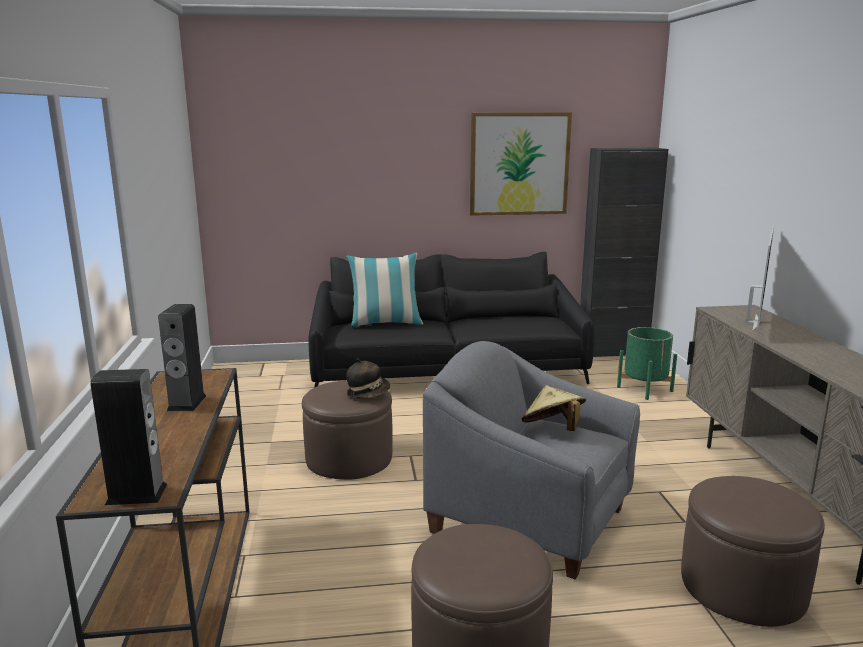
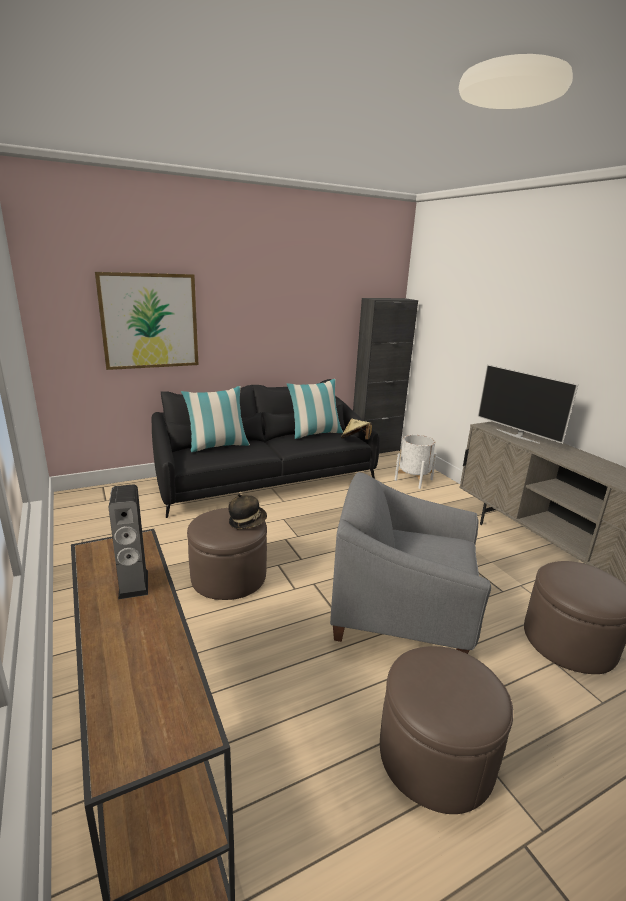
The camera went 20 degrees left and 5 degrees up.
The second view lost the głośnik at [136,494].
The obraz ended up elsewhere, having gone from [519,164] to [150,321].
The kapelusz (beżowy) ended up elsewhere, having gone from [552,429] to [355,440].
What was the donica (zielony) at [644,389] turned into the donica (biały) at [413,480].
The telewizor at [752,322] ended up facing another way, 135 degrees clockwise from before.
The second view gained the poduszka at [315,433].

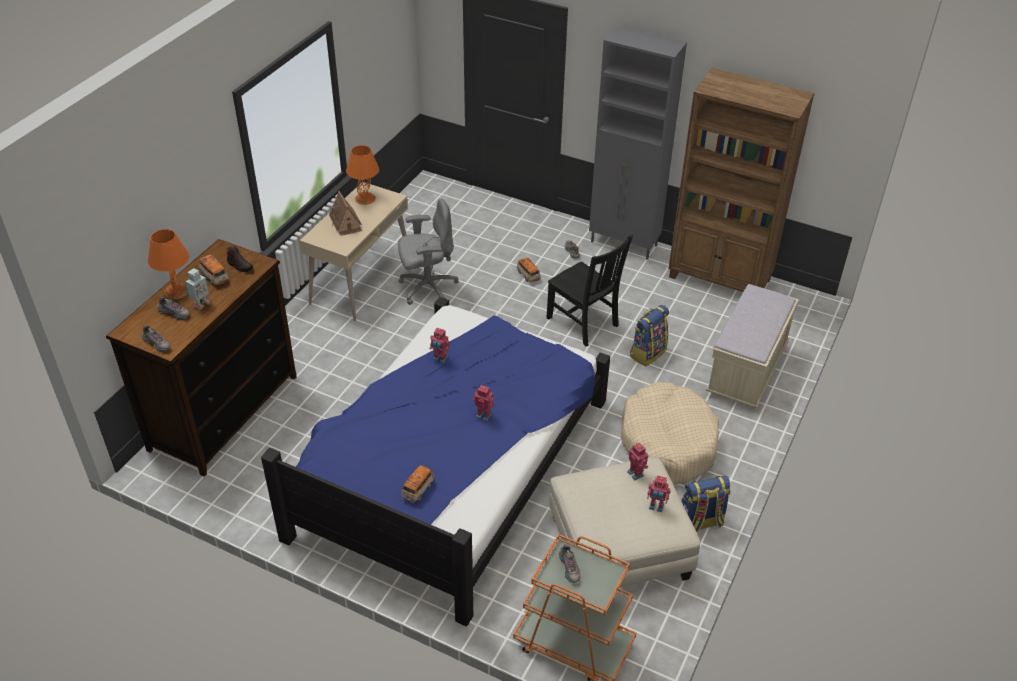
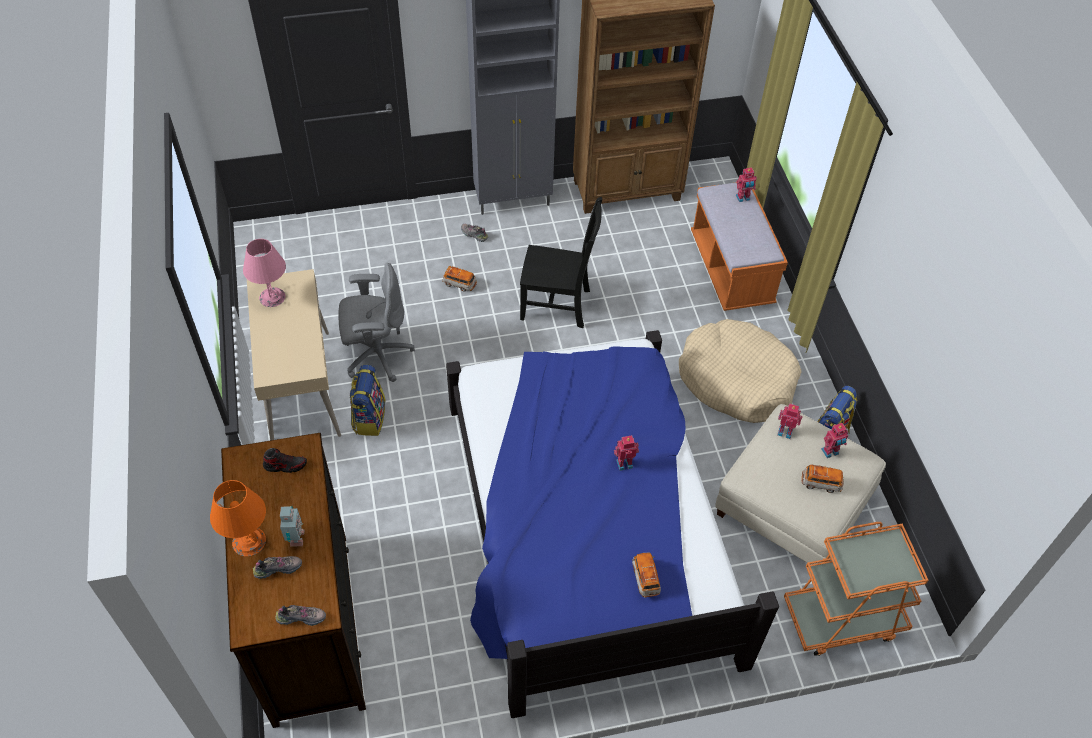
The camera went 40 degrees left and 10 degrees up.
The samochodzik ended up elsewhere, having gone from [214,277] to [821,483].
The second view lost the domek at [346,223].
What was the lampa stołowa (pomarańczowy) at [365,198] turned into the lampa stołowa (różowy) at [272,297].
The krzesło biurowe (szary) at [427,288] ended up facing another way, 45 degrees clockwise from before.
The robot zabawkowy ended up elsewhere, having gone from [440,359] to [743,198].
The second view lost the but at [570,568].
The plecak ended up elsewhere, having gone from [647,353] to [369,418].
What was the ławka (beżowy) at [747,370] turned into the ławka (pomarańczowy) at [731,270].

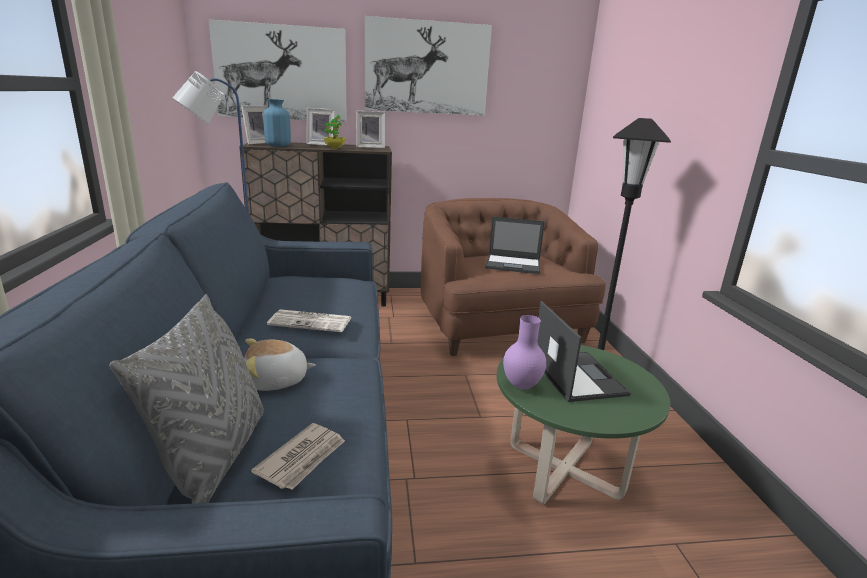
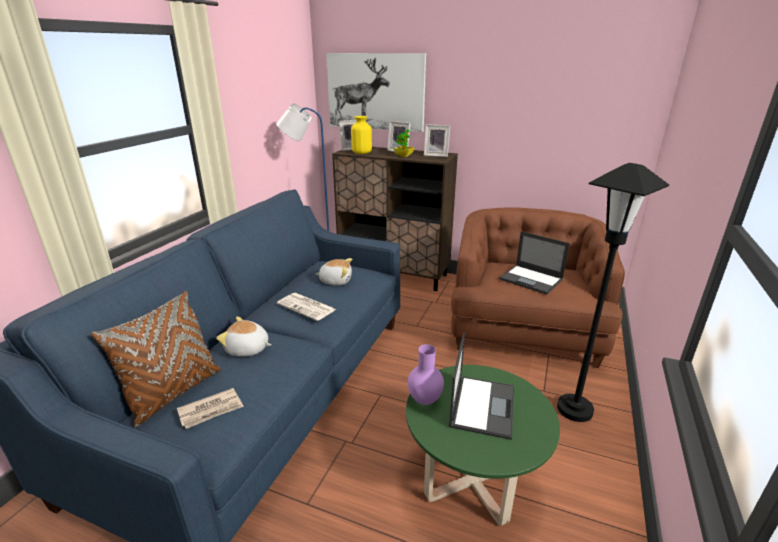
The camera went 30 degrees right and 5 degrees up.
What was the poduszka (szary) at [214,457] turned into the poduszka (brązowy) at [174,392].
What was the wazon (niebieski) at [278,145] turned into the wazon (żółty) at [361,153].
The second view lost the obraz at [427,68].
The second view gained the pluszak at [336,280].

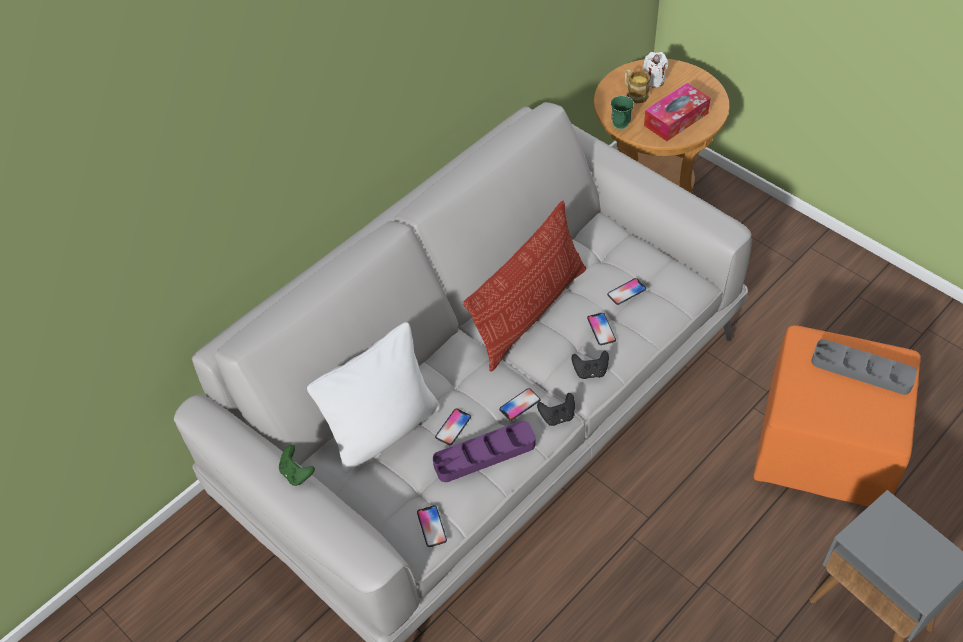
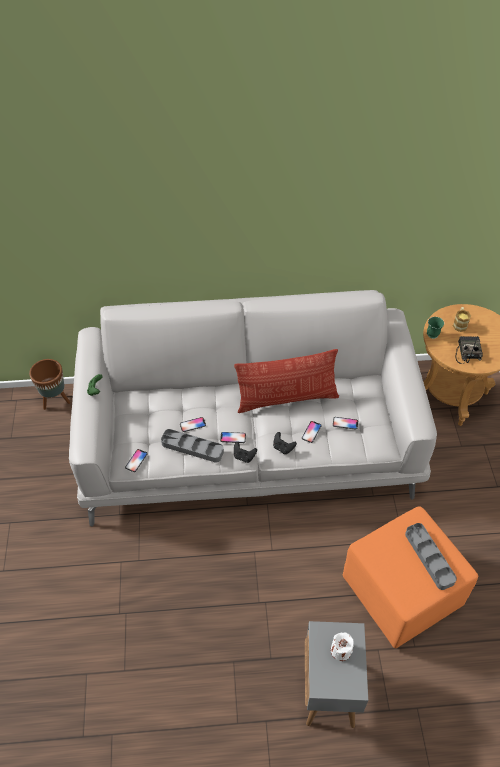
The camera went 40 degrees right and 0 degrees up.
The second view lost the poduszka (biały) at [383,430].
What was the taca (fioletowy) at [484,454] turned into the taca (szary) at [192,447].
The świeca (biały) ended up elsewhere, having gone from [653,80] to [341,650].
Where the pudełko chusteczek stood at [676,119], the radio came to stand at [467,352].
The second view gained the donica (brązowy) at [56,400].

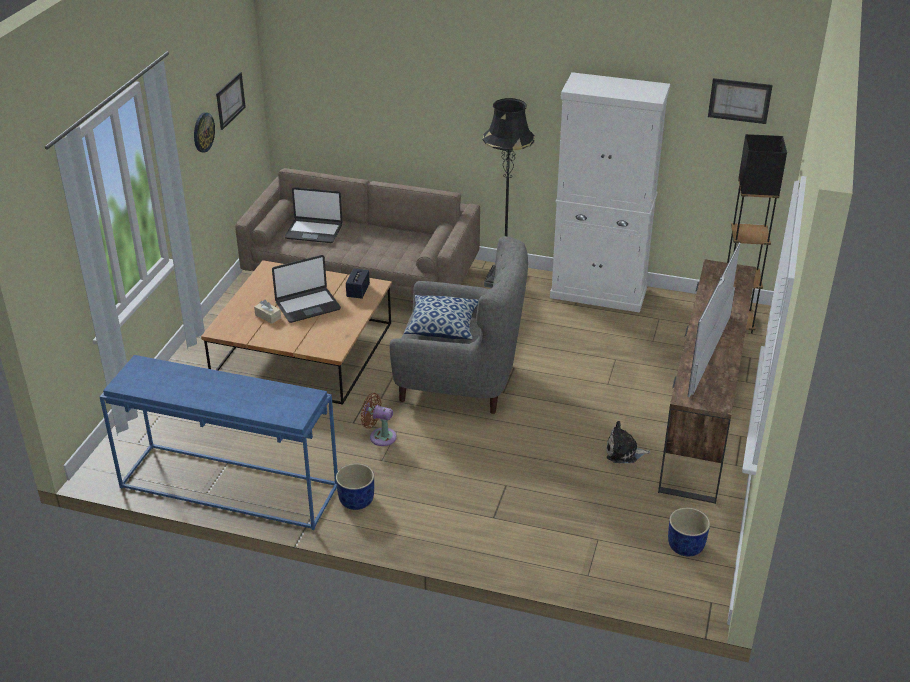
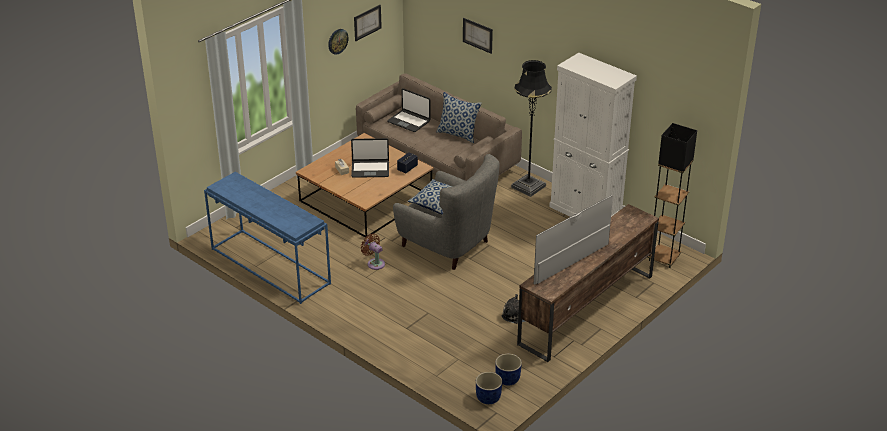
The camera went 25 degrees right and 0 degrees up.
The donica (niebieski) ended up elsewhere, having gone from [356,500] to [488,397].
The obraz ended up elsewhere, having gone from [739,100] to [477,35].
The second view gained the poduszka at [458,134].

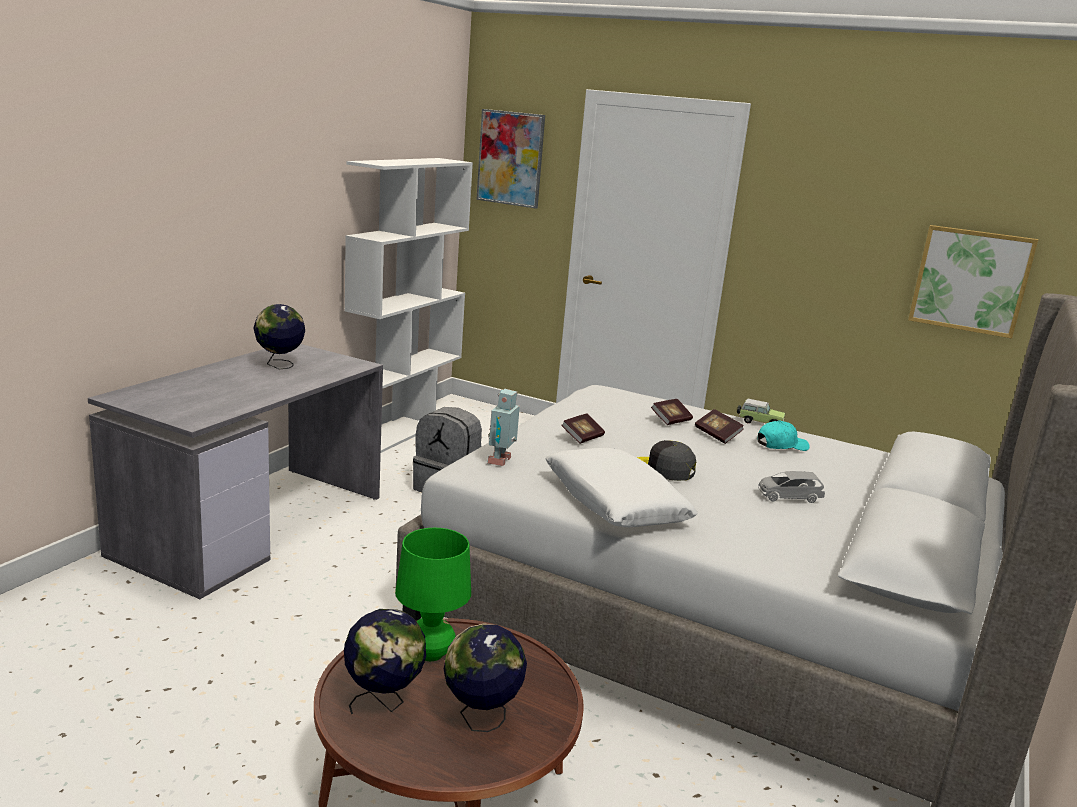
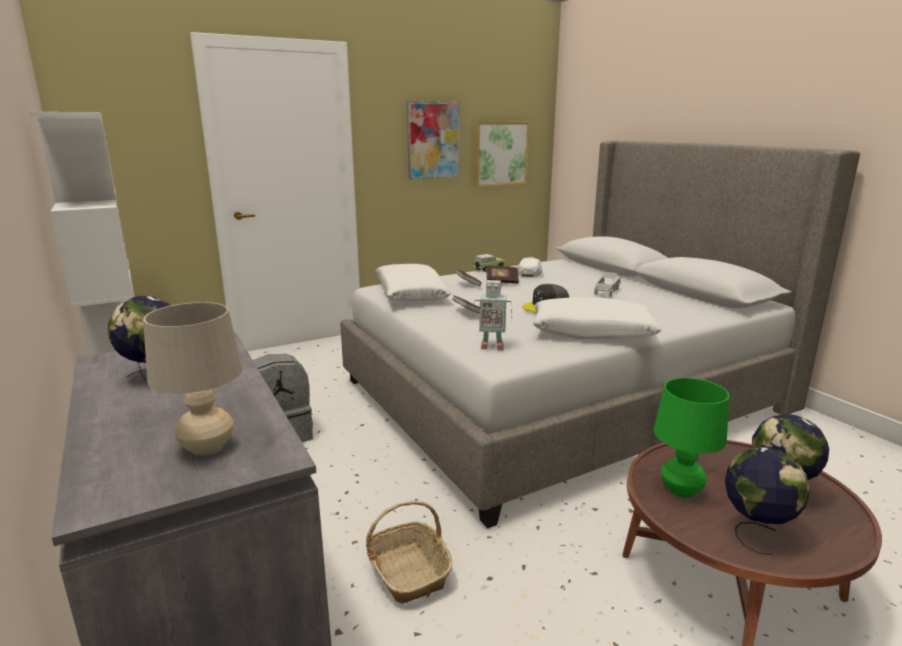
The camera went 55 degrees left and 0 degrees up.
The obraz ended up elsewhere, having gone from [510,158] to [433,140].
The robot zabawkowy at [502,461] ended up facing another way, 45 degrees counterclockwise from before.
What was the czapka z daszkiem (turkusowy) at [781,445] turned into the czapka z daszkiem (biały) at [530,274].
The second view gained the lampa stołowa (beżowy) at [207,448].
The second view gained the koszyk at [408,571].
The second view gained the poduszka (biały) at [410,293].

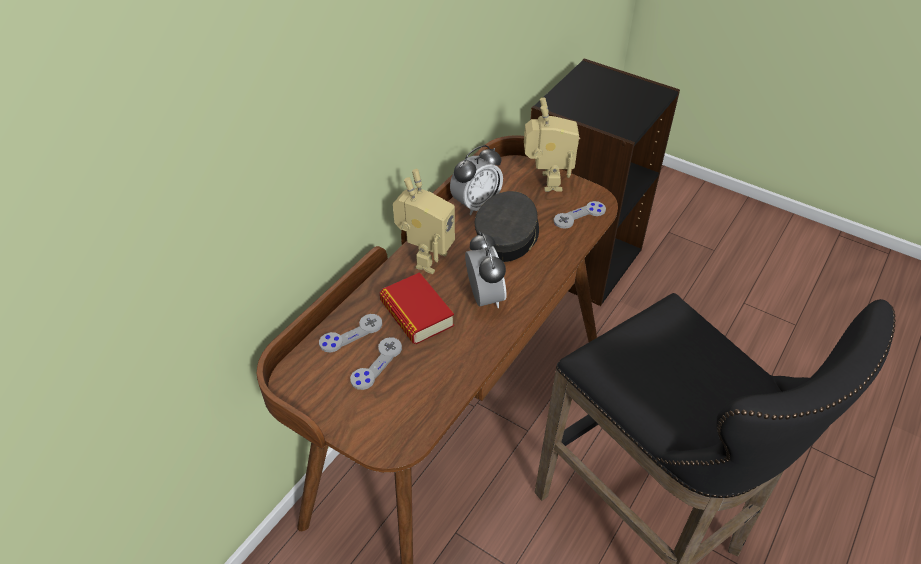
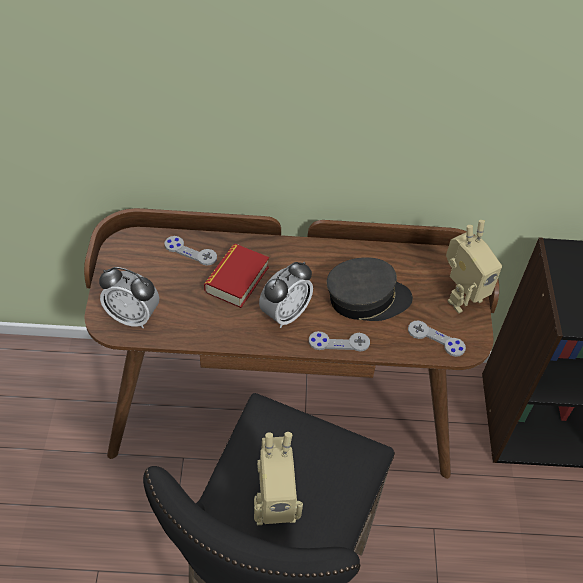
The camera went 55 degrees right and 5 degrees up.
The pad do gier (szary) ended up elsewhere, having gone from [376,364] to [339,342].
The robot zabawkowy ended up elsewhere, having gone from [425,258] to [274,505].
The budzik ended up elsewhere, having gone from [476,205] to [132,317].

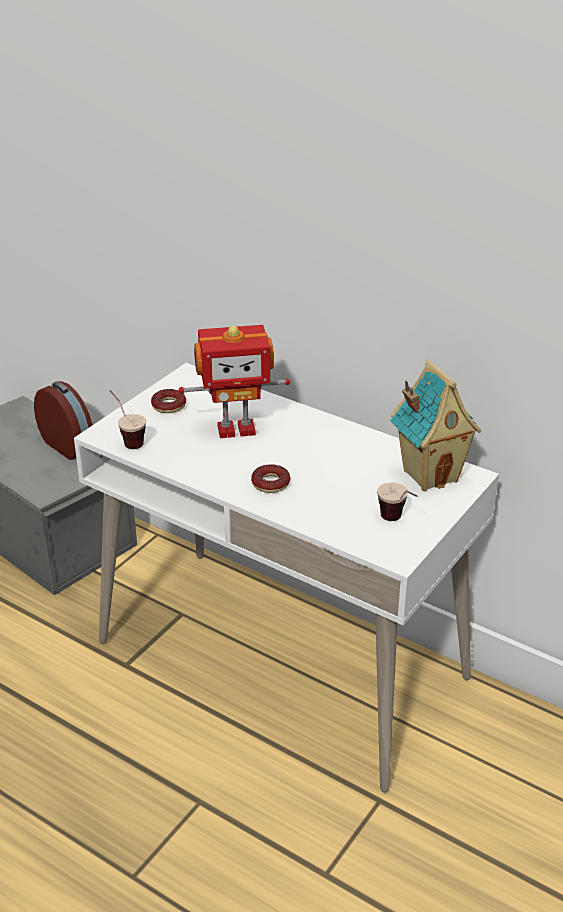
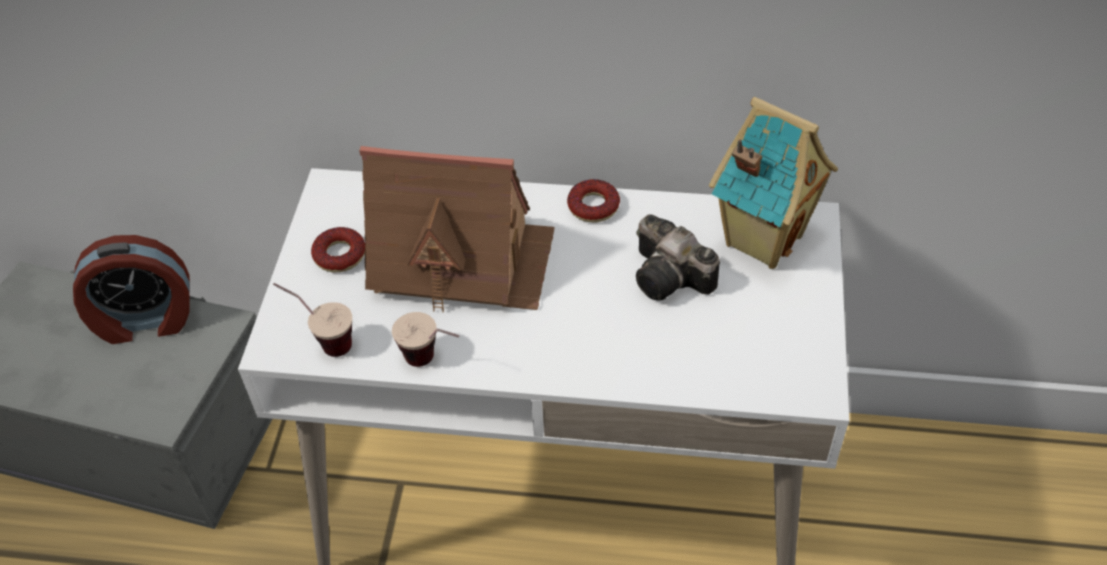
The camera went 25 degrees left and 15 degrees up.
The budzik at [70,445] ended up facing another way, 150 degrees clockwise from before.
Where the robot zabawkowy stood at [236,428], the domek came to stand at [462,260].
The donut ended up elsewhere, having gone from [270,483] to [593,206].
The filiżanka ended up elsewhere, having gone from [397,522] to [433,363].
The second view gained the aparat fotograficzny at [672,278].

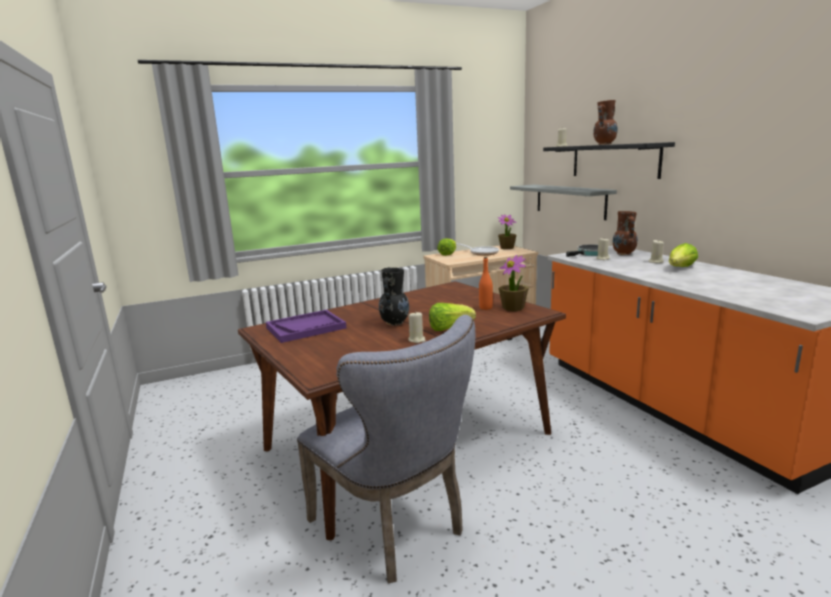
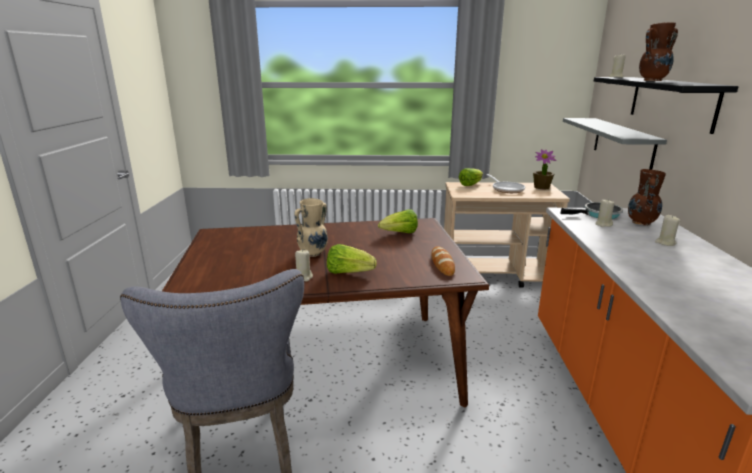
The camera went 25 degrees right and 5 degrees up.
The second view lost the taca (fioletowy) at [306,328].
What was the wazon (czarny) at [395,323] turned into the wazon (beżowy) at [313,253].
The second view lost the butelka (pomarańczowy) at [485,308].
Where the roślina doniczkowa stood at [513,308], the chleb came to stand at [442,263].
The sałata ended up elsewhere, having gone from [680,268] to [400,233].

